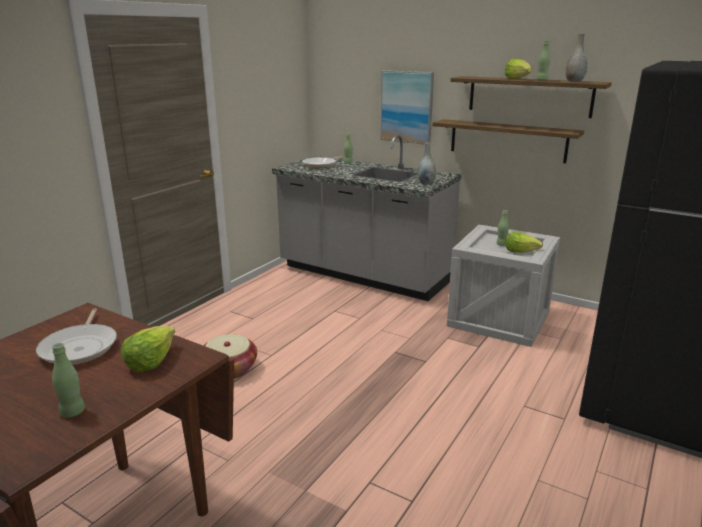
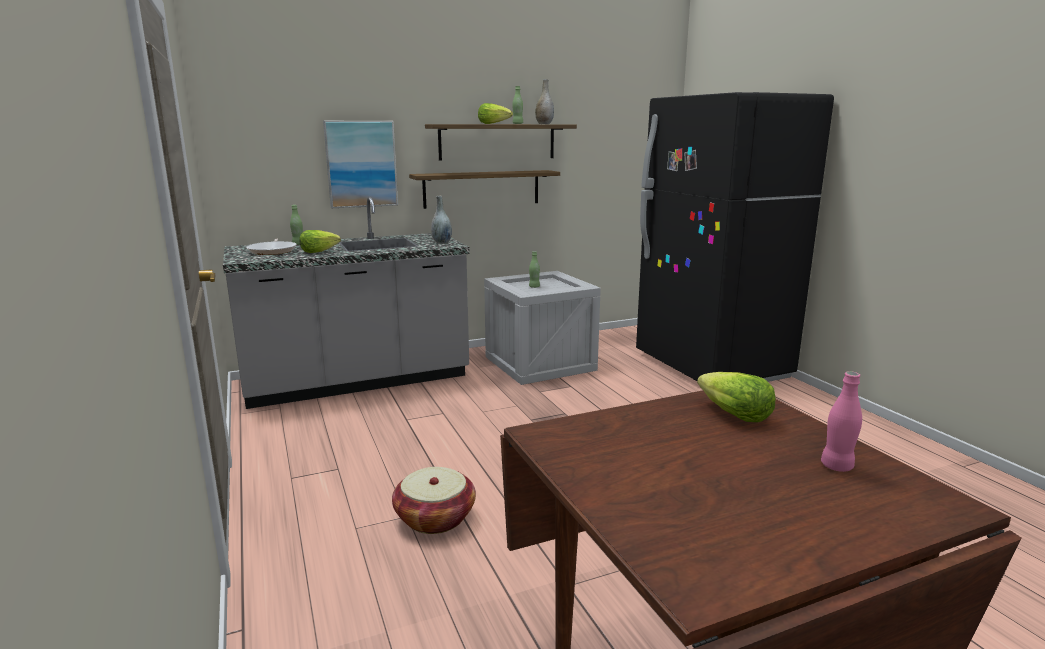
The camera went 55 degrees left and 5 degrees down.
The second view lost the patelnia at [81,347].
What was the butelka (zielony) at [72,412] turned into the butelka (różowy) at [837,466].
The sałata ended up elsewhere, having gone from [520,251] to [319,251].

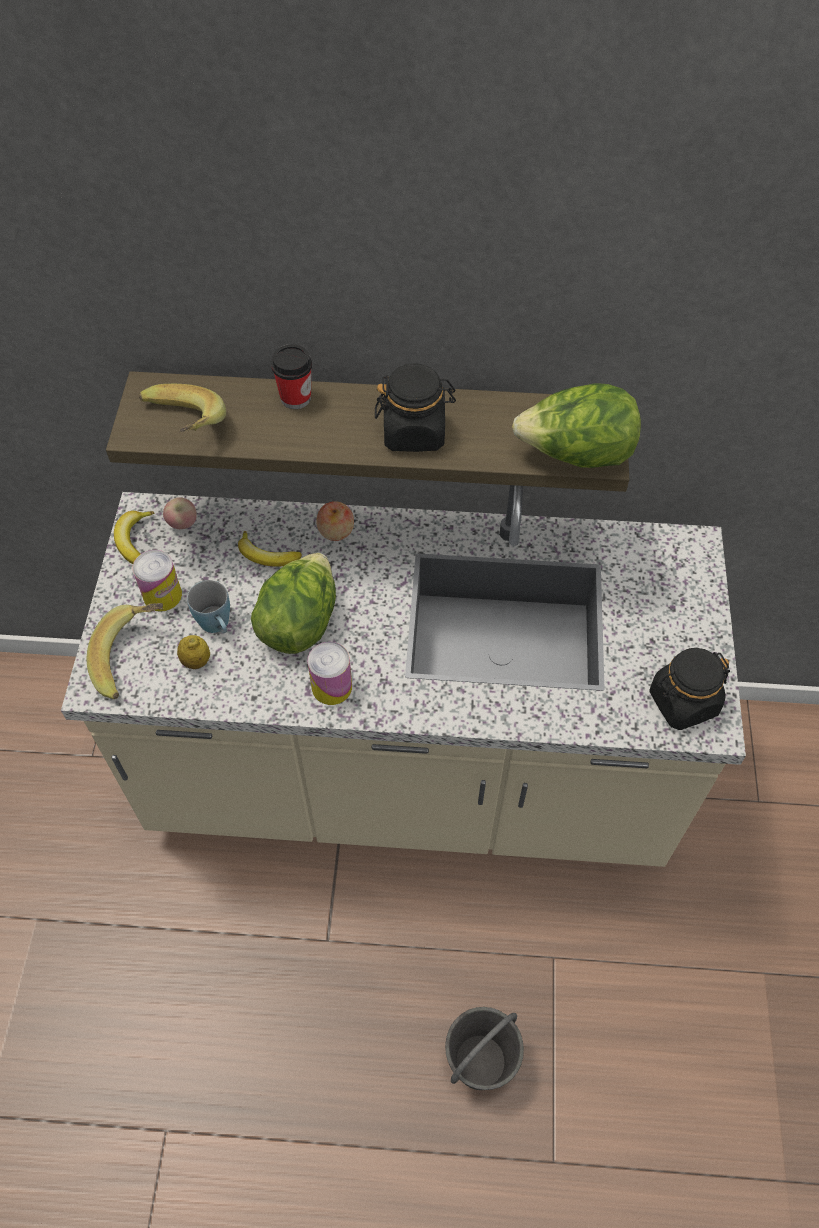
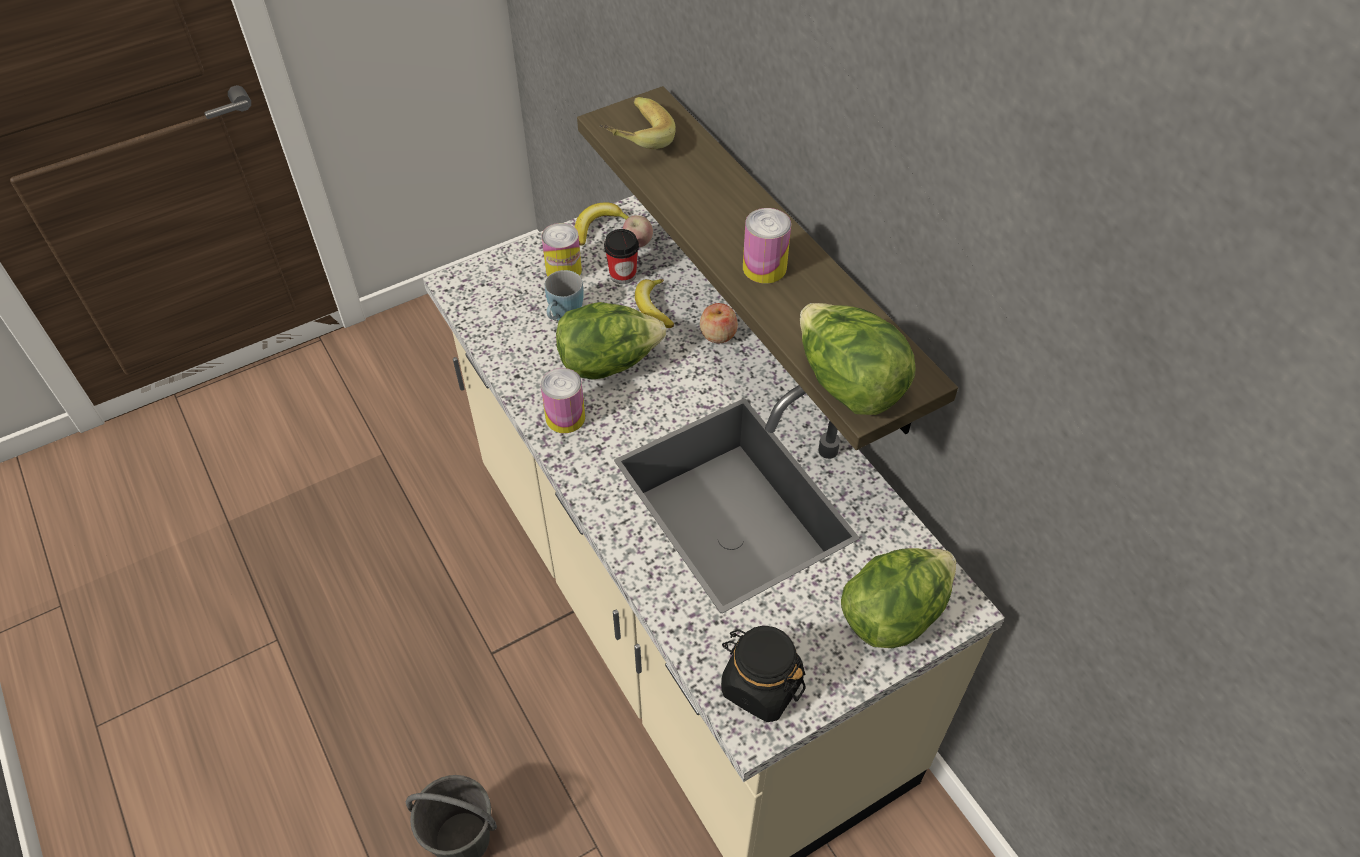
The camera went 55 degrees right and 5 degrees down.
The second view lost the banan at [133,658].
The second view lost the cytryna at [196,661].
The filiżanka ended up elsewhere, having gone from [295,398] to [623,275].
Where the słoik (czarny) stood at [414,432], the puszka came to stand at [764,267].
The second view gained the sałata at [893,614].

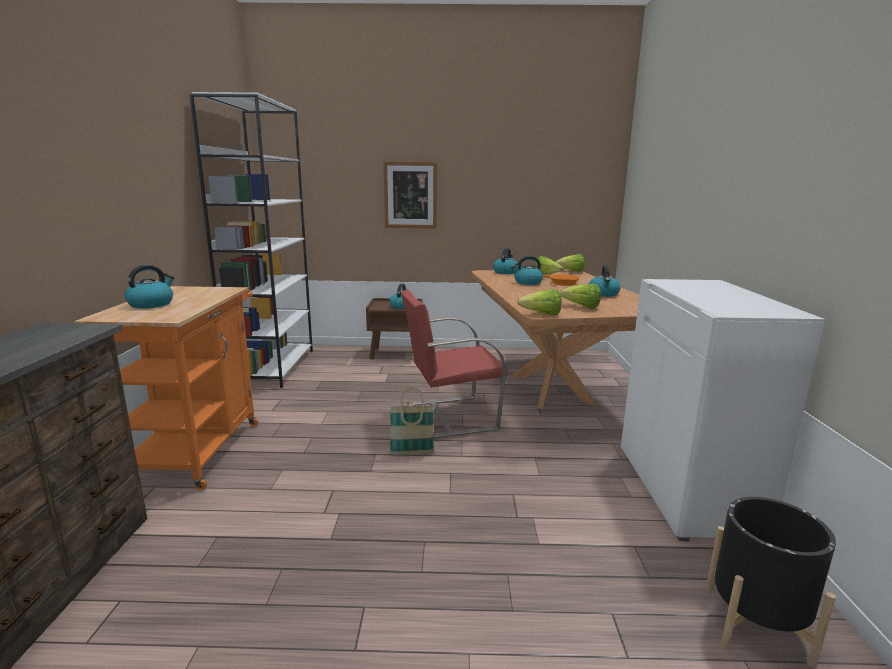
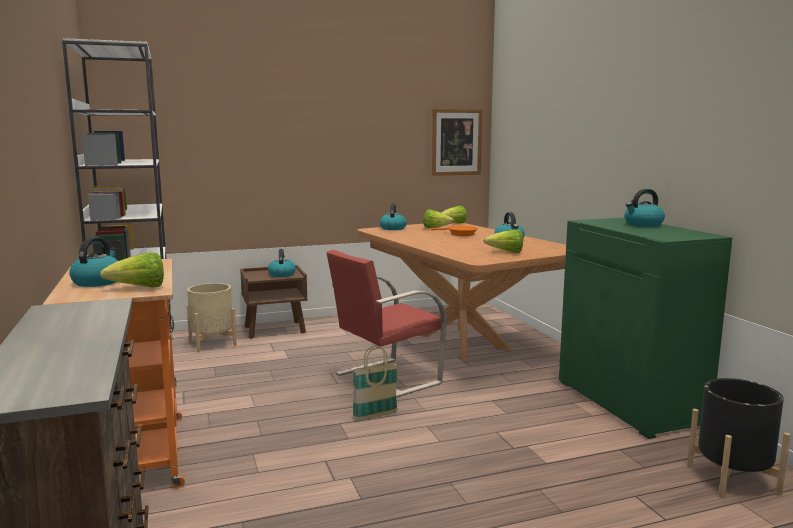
The camera went 20 degrees left and 5 degrees down.
The obraz ended up elsewhere, having gone from [410,195] to [456,142].
The czajnik ended up elsewhere, having gone from [527,282] to [643,224].
The sałata ended up elsewhere, having gone from [542,315] to [139,288].
What was the szafka (biały) at [687,490] turned into the szafka (zielony) at [630,403].
The second view gained the donica (beżowy) at [212,343].

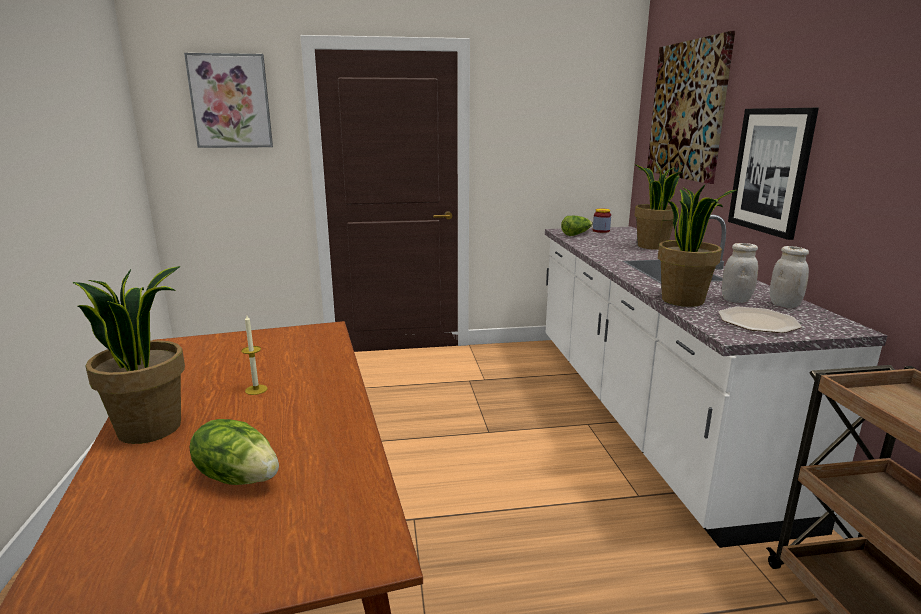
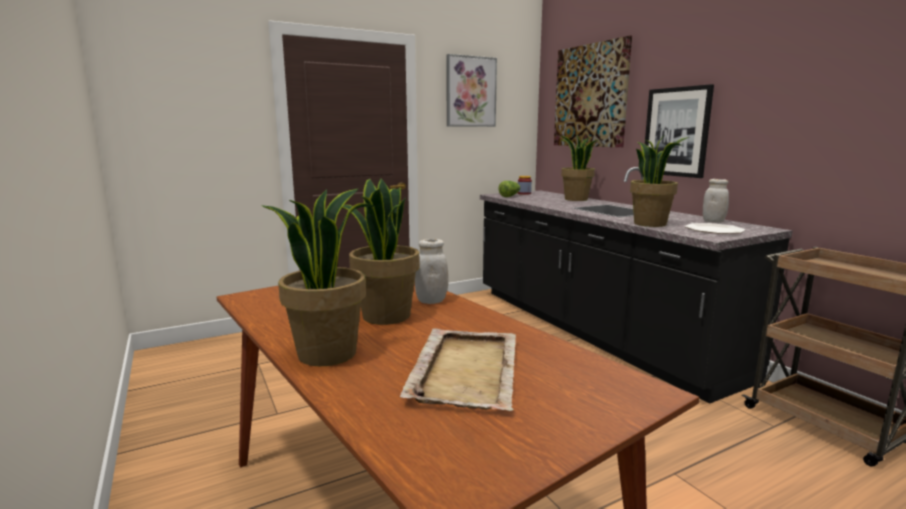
The camera went 20 degrees left and 5 degrees down.
The obraz ended up elsewhere, having gone from [230,101] to [470,92].
Where the sałata stood at [238,476], the taca (beżowy) came to stand at [466,369].
Where the świeca stood at [256,389], the roślina doniczkowa came to stand at [385,316].
What was the zabudowa kuchenna (biały) at [644,413] turned into the zabudowa kuchenna (czarny) at [592,329].
The słoik (biały) ended up elsewhere, having gone from [735,300] to [431,301].

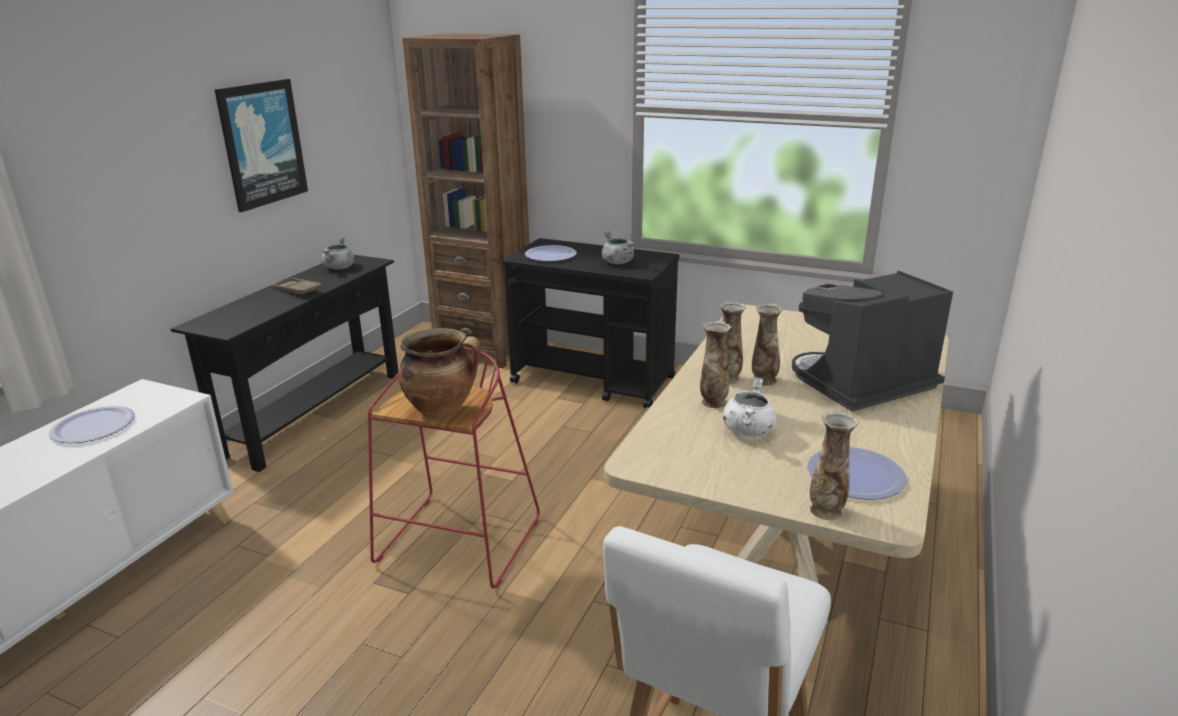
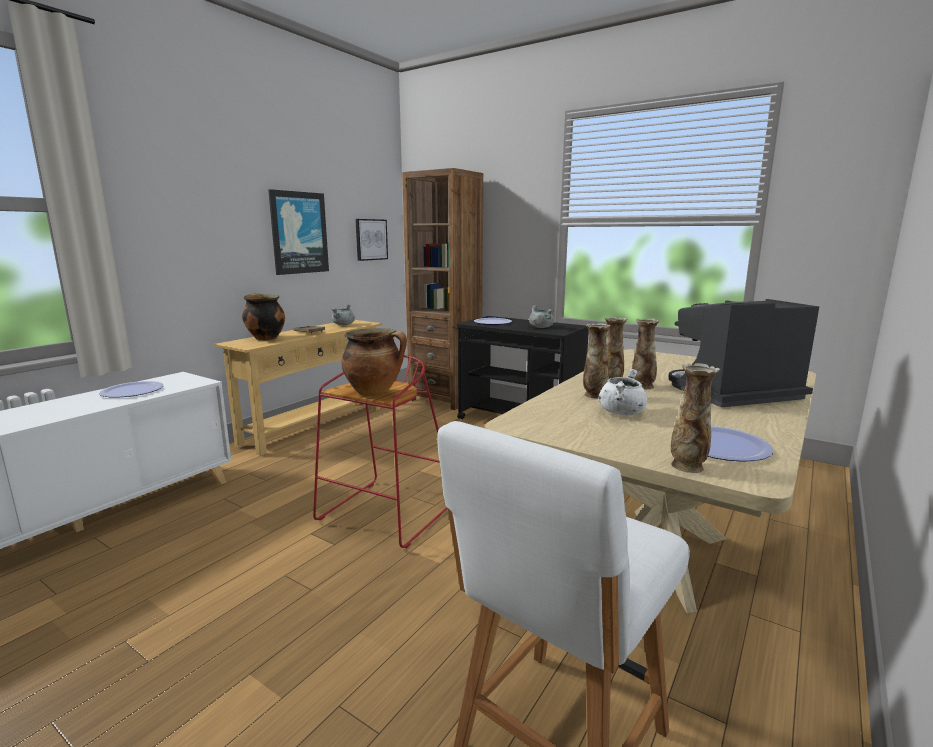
The camera went 10 degrees right and 10 degrees down.
What was the stolik konsolowy (czarny) at [315,413] turned into the stolik konsolowy (beżowy) at [313,426].
The second view gained the garnek at [265,338].
The second view gained the obraz at [371,239].

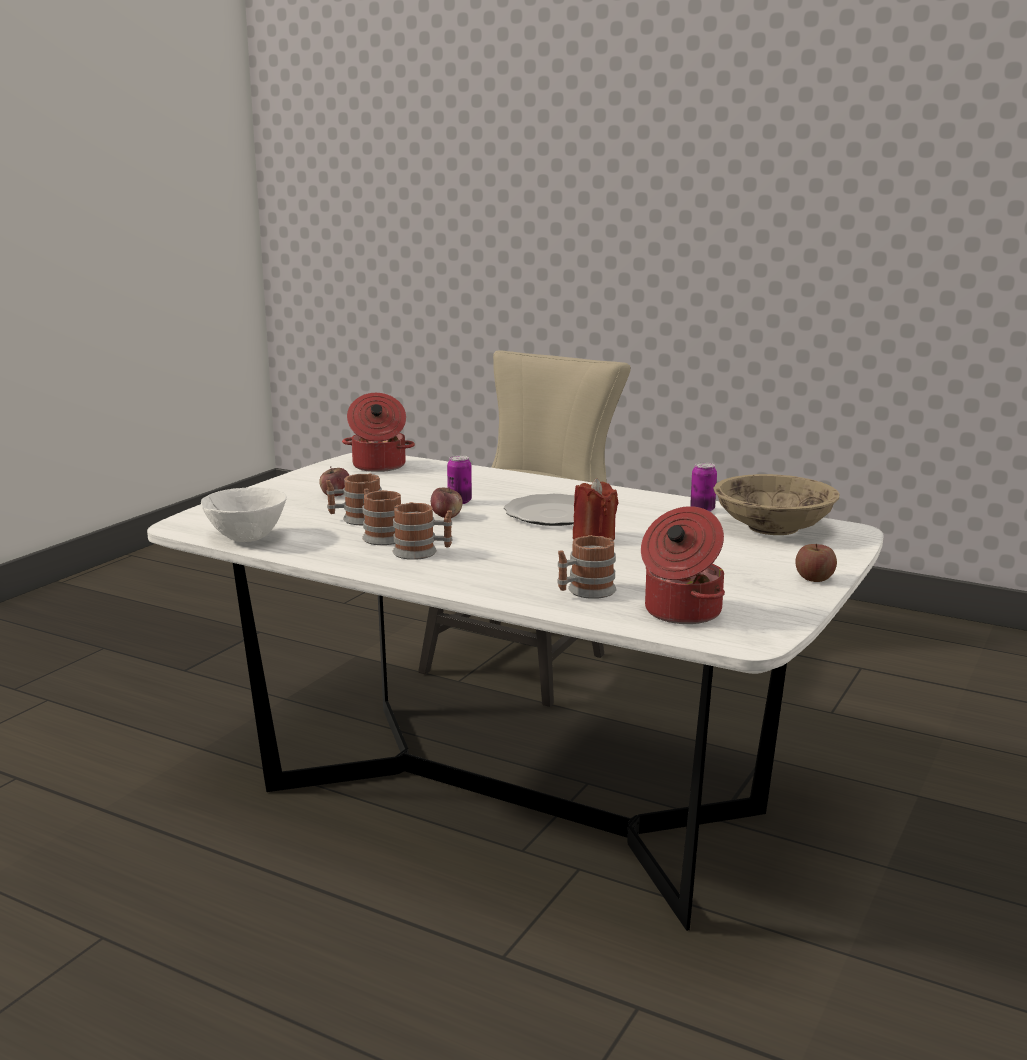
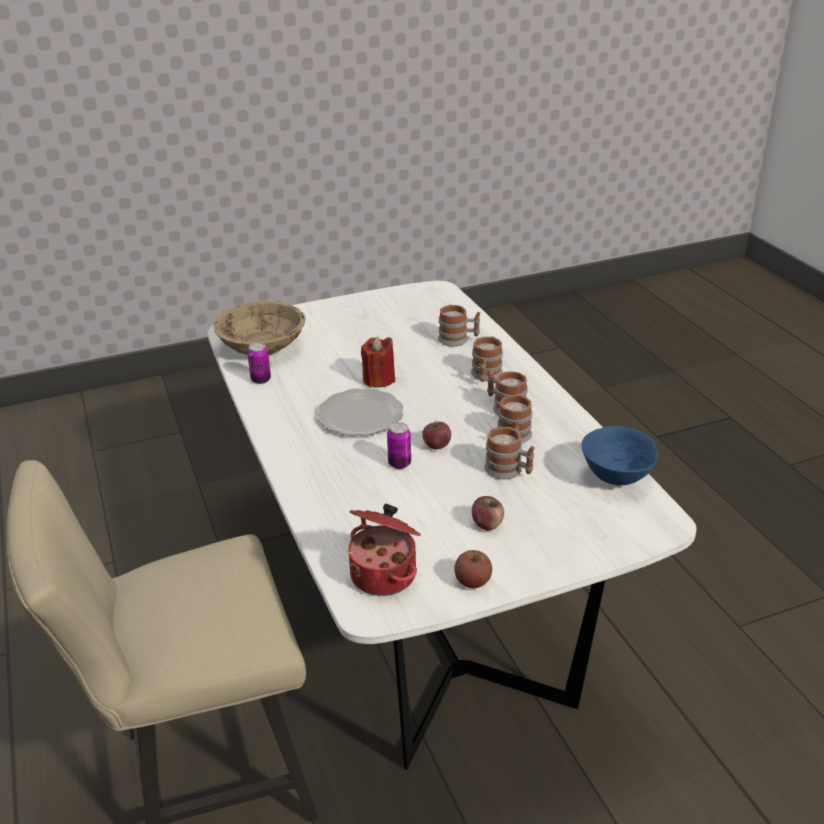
The camera went 140 degrees left and 15 degrees up.
What was the miska (biały) at [245,538] turned into the miska (niebieski) at [617,478].
The second view lost the garnek at [680,612].
The jabłko ended up elsewhere, having gone from [814,578] to [473,581].
The second view gained the kubek at [485,376].

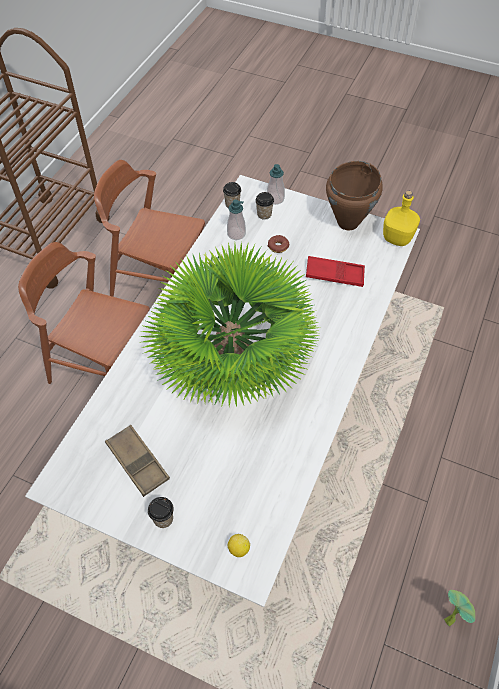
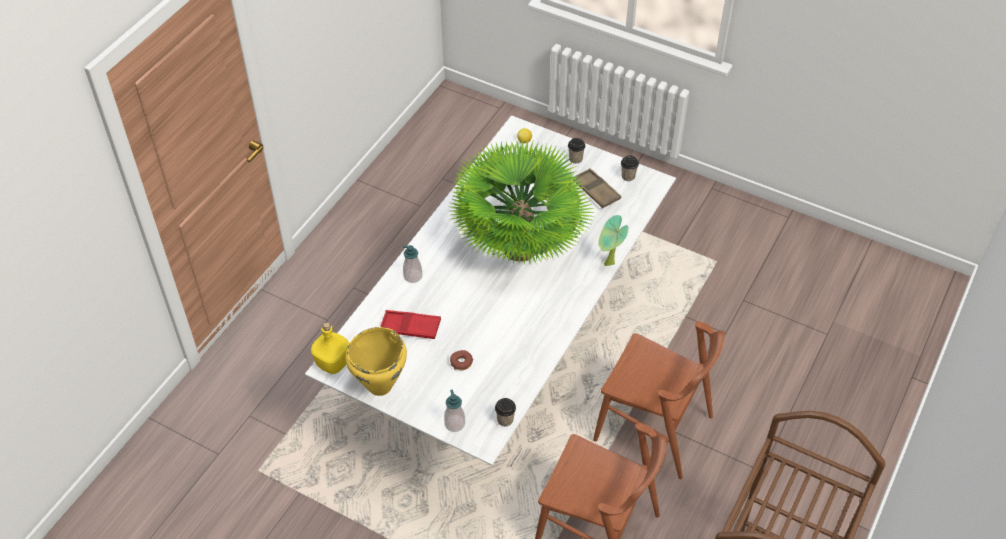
The camera went 175 degrees left and 5 degrees down.
The dozownik mydła ended up elsewhere, having gone from [236,234] to [413,276].
The filiżanka ended up elsewhere, having gone from [264,214] to [628,176].
What was the garnek (brązowy) at [348,222] turned into the garnek (żółty) at [379,386].
The roślina doniczkowa ended up elsewhere, having gone from [449,617] to [609,265].

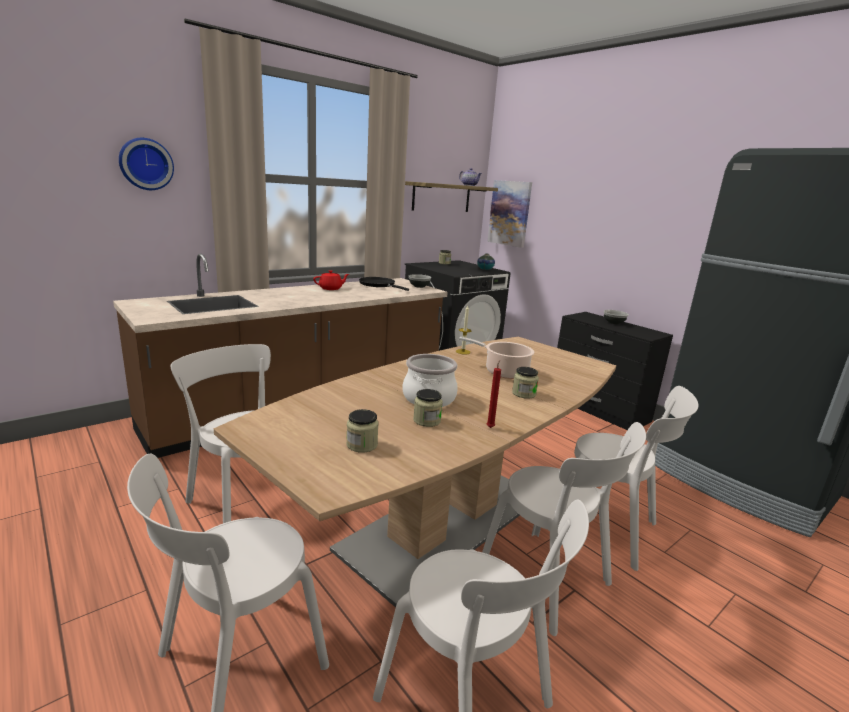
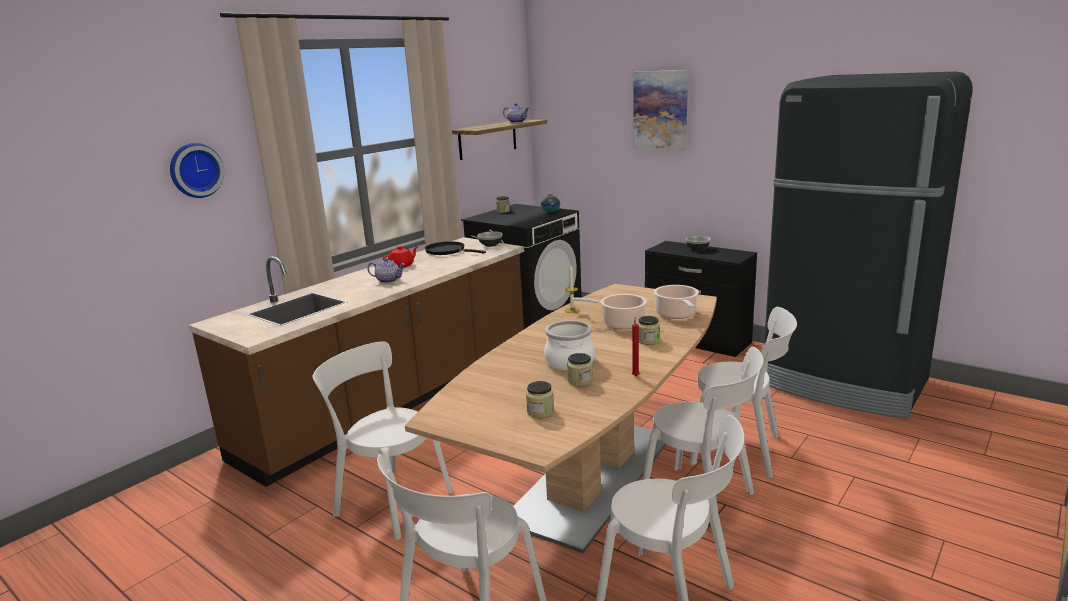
The camera went 10 degrees left and 0 degrees up.
The obraz ended up elsewhere, having gone from [509,213] to [660,110].
The second view gained the imbryk at [388,280].
The second view gained the garnek at [676,315].

